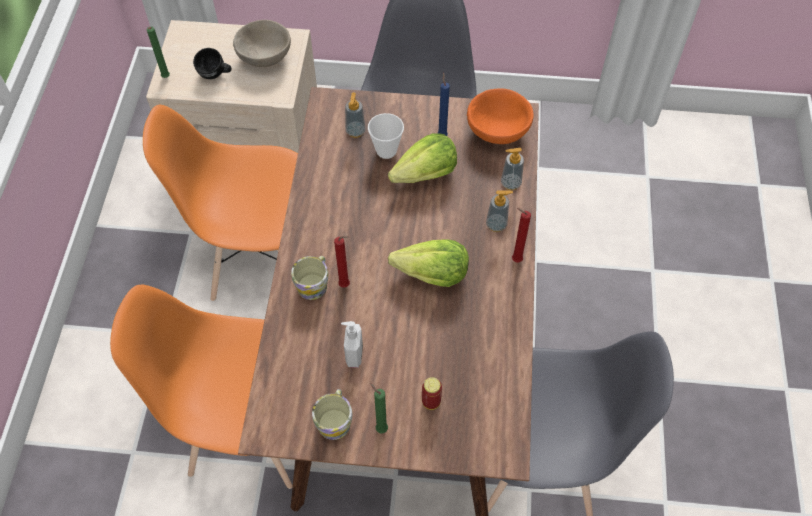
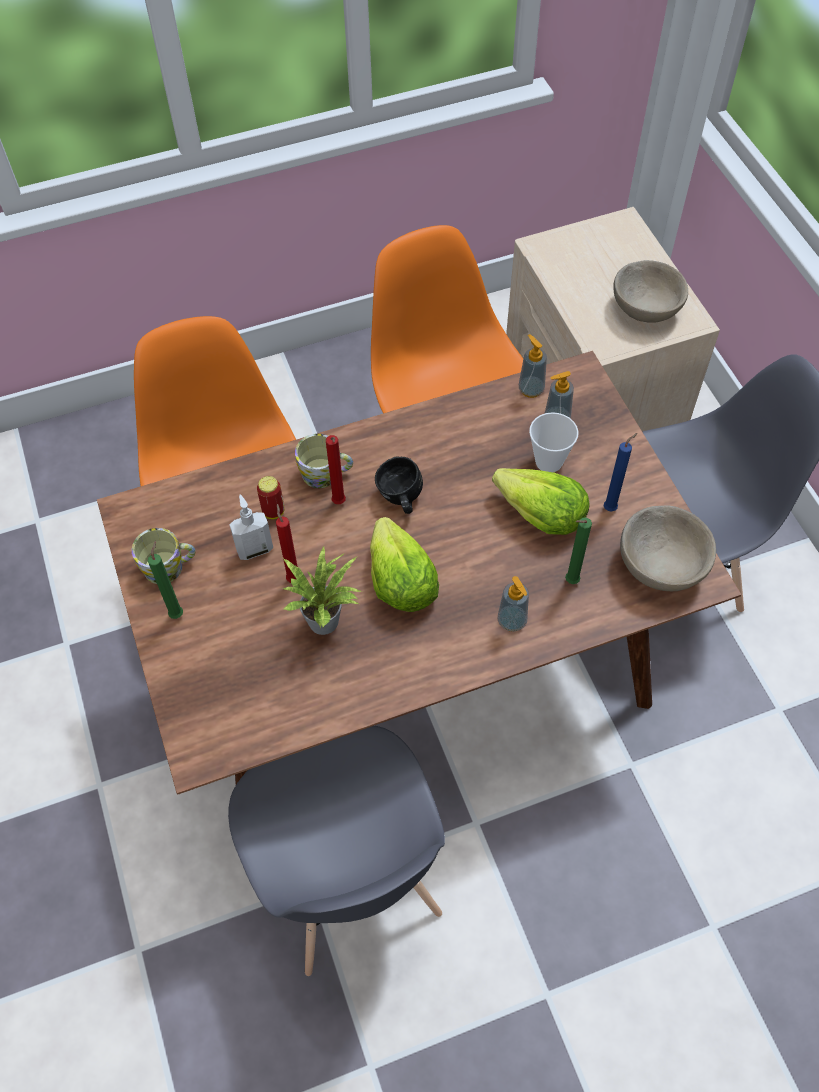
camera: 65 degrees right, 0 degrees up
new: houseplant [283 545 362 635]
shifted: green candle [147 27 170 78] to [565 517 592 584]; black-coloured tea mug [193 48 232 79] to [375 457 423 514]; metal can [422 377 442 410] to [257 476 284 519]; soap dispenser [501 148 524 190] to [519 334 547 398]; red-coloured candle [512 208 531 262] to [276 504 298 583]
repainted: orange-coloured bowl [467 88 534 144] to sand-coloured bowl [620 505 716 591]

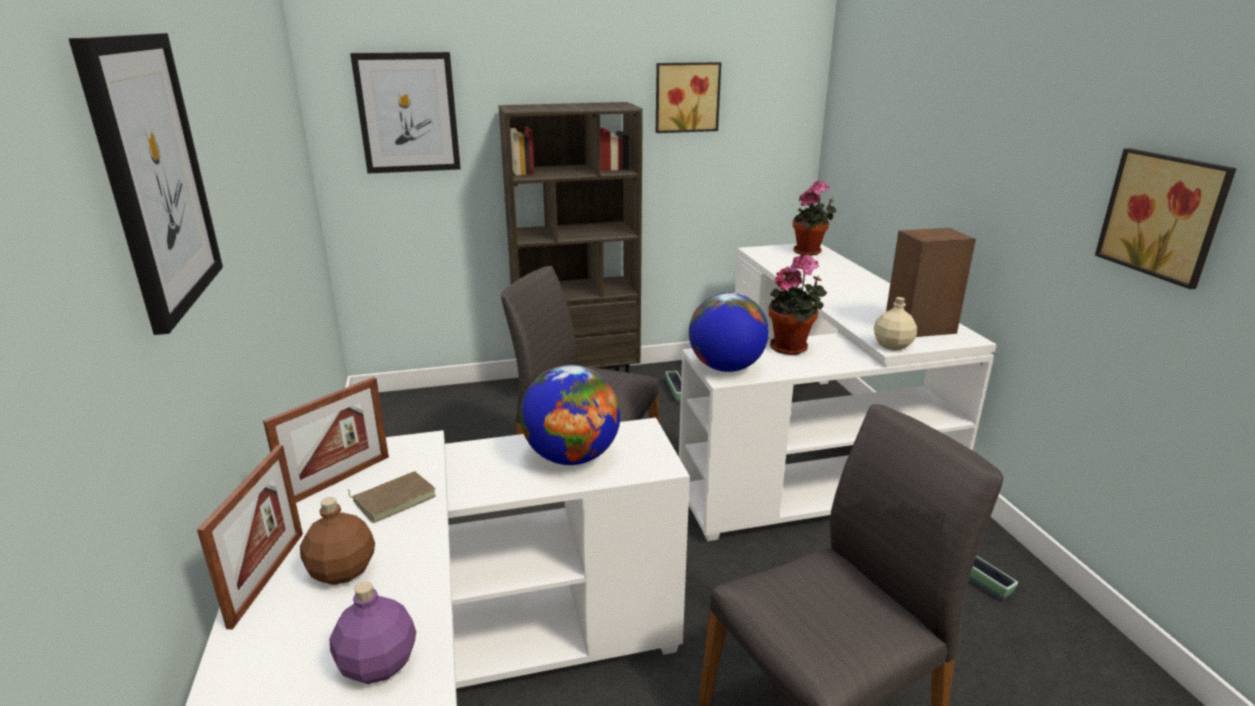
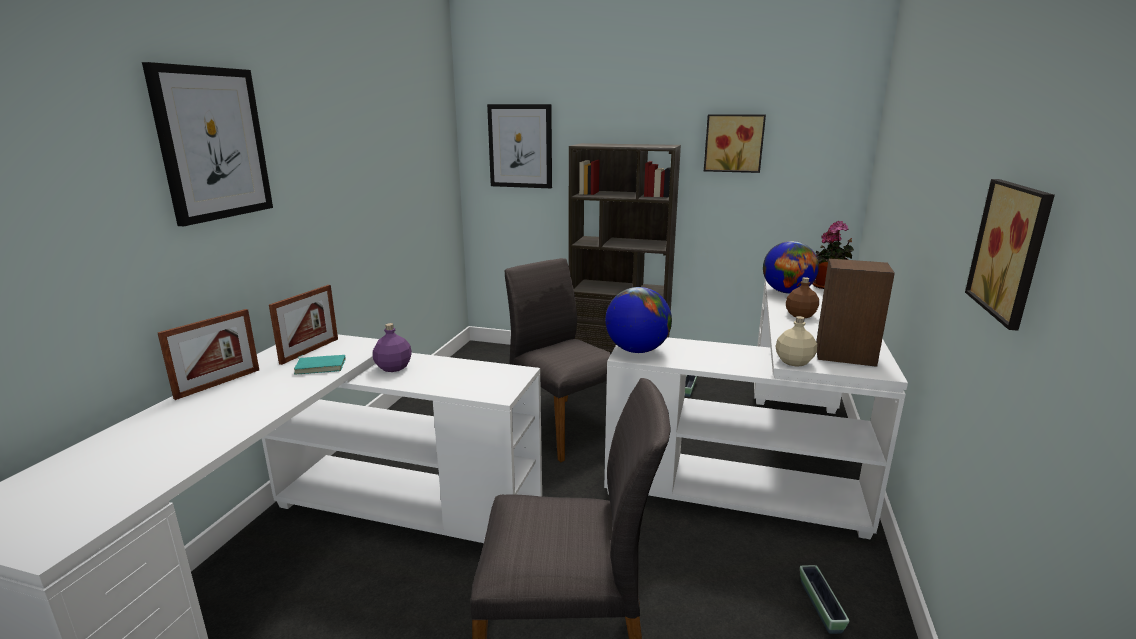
camera: 30 degrees right, 5 degrees down
gone: houseplant [769 254 827 355]
shifted: brown-coloured beverage bottle [300 497 375 585] to [786 277 819 318]; purplish beverage bottle [329 581 416 684] to [373 323 412 372]; globe [520 365 621 465] to [763 241 819 294]
repainted: brown-coloured bound book [348 471 436 523] to turquoise bound book [294 355 346 374]
rotated: picture frame [263 377 389 503] = [269 285 338 365] 45 degrees counterclockwise

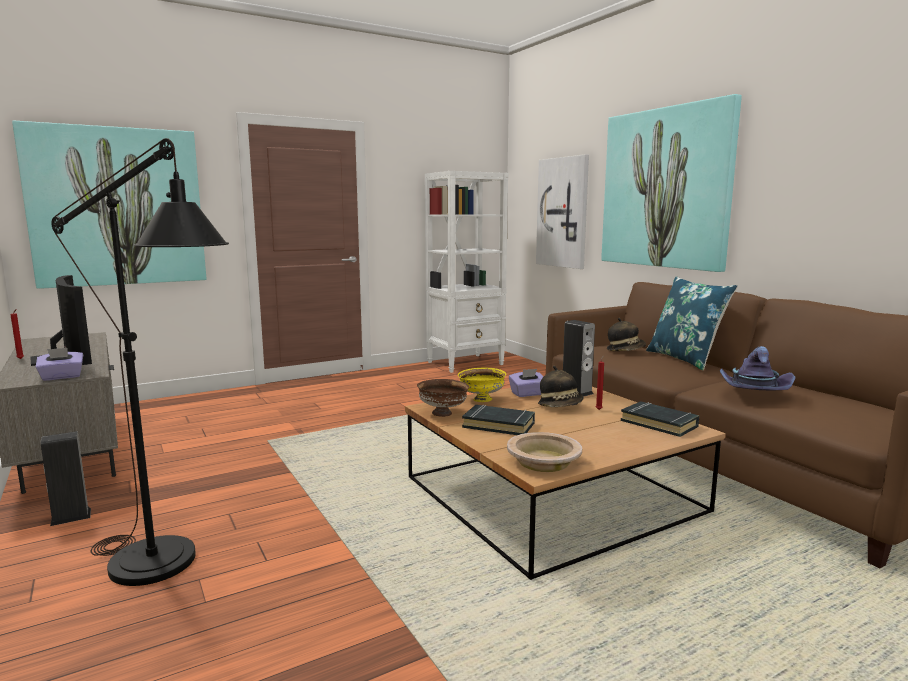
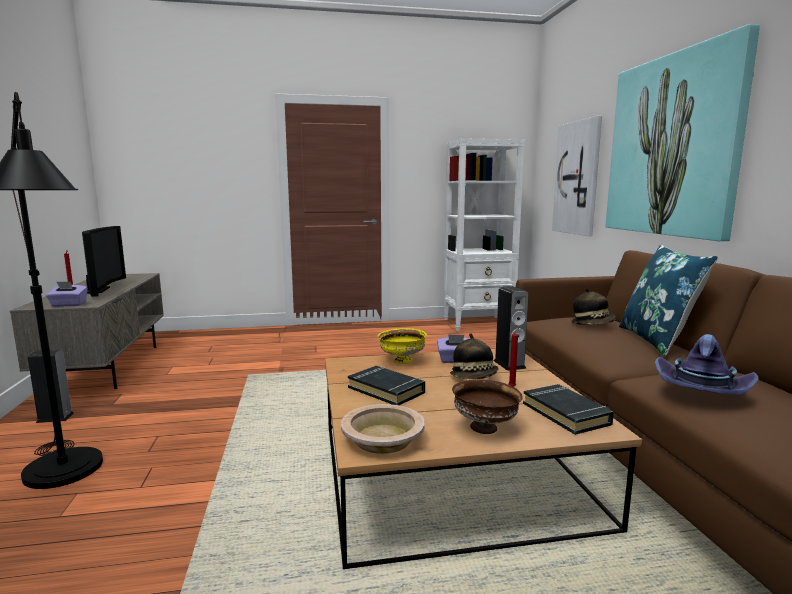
camera: 20 degrees right, 0 degrees up
gone: wall picture [12 121 206 289]
shifted: brown-coloured bowl [417 379 469 417] to [452 379 523 434]

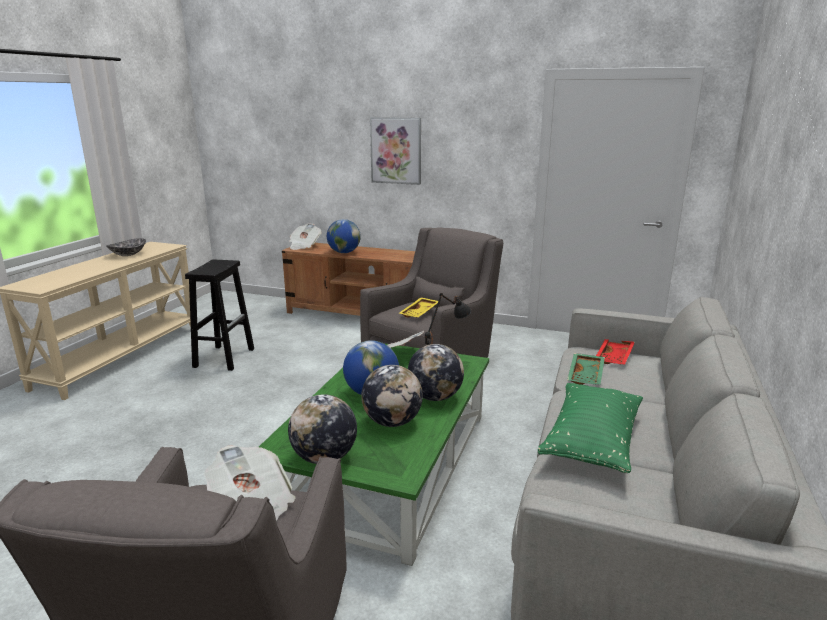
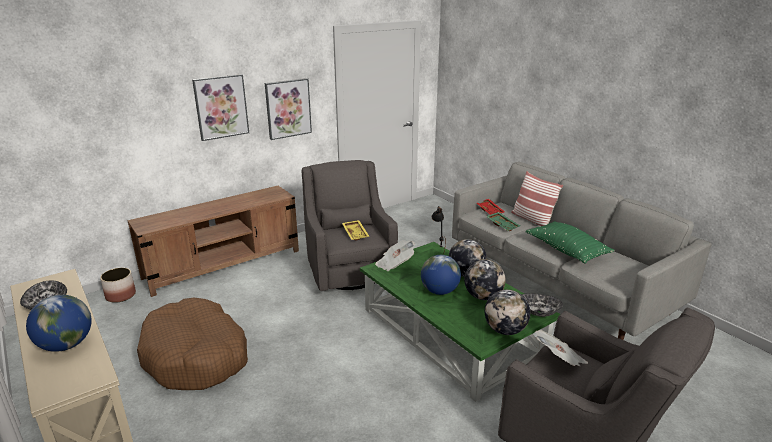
camera: 55 degrees left, 5 degrees up
gone: newspaper [289 223 321 250]
new: flower pot [100 268 136 303]; wall picture [265 78 312 140]; pillow [511 171 563 226]; bowl [522 293 563 317]
shifted: globe [327 219 361 253] to [26 295 92 352]
swapped: black-coloured stool seat [185 259 254 371] to brown-coloured dog bed [137 298 248 390]

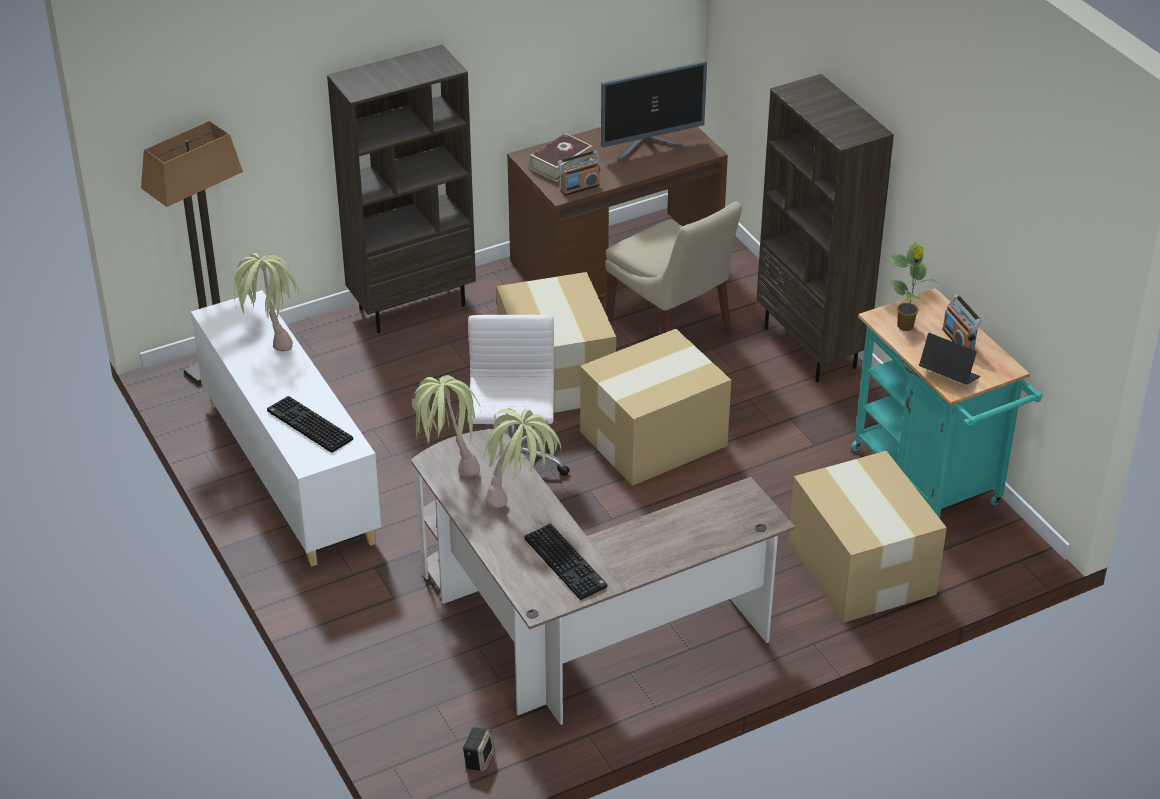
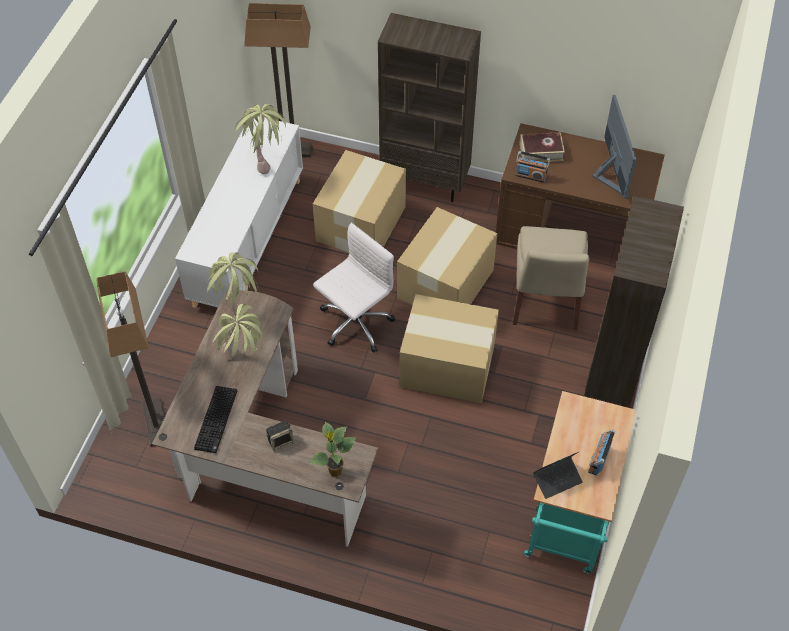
camera: 45 degrees right, 15 degrees up
gone: keyboard [267 396 353 453]
new: standing lamp [96 271 165 447]
shifted: loudspeaker [463 727 495 772] to [266 421 294 451]; cardboard box [788 451 947 623] to [313 150 406 252]; houseplant [888 242 937 331] to [309 422 356 477]
rotated: monitor [601 61 707 162] = [592 95 637 199] 120 degrees counterclockwise; portable computer [919 333 980 385] = [533 452 583 499] 75 degrees clockwise

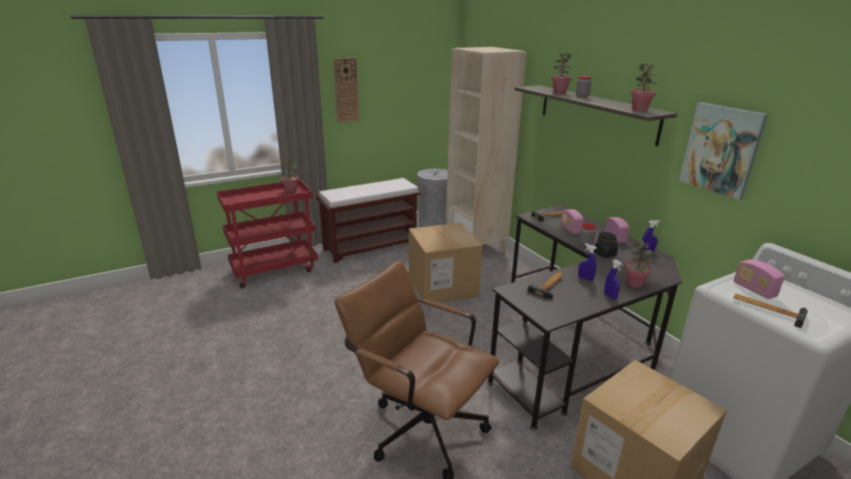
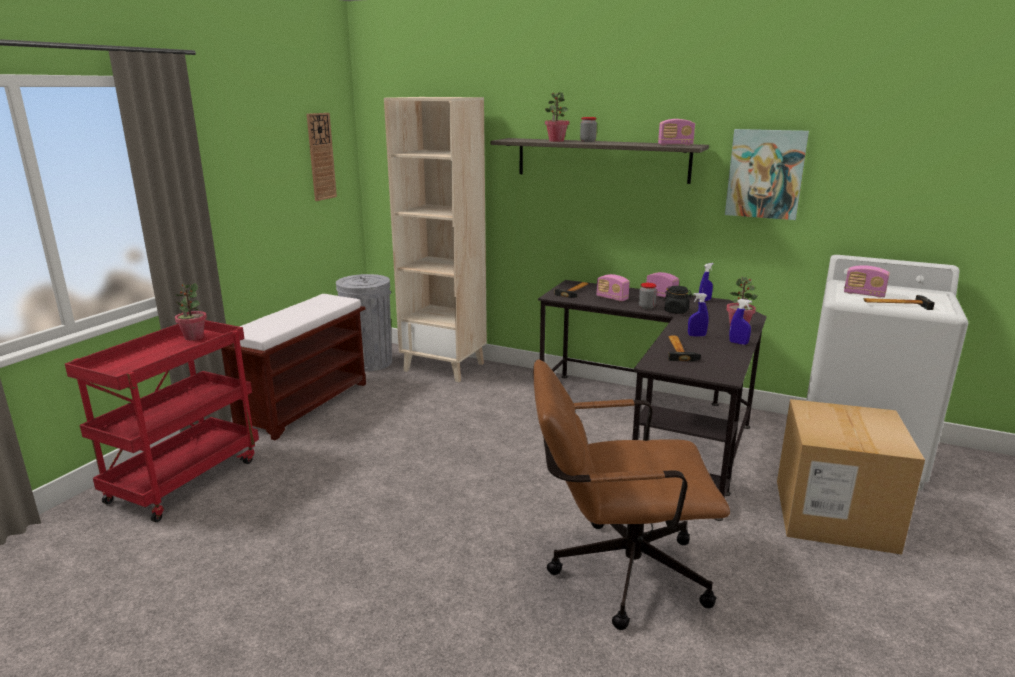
camera: 35 degrees left, 5 degrees down
gone: cardboard box [409 223 482 305]
shifted: clock on the wall [334 58 359 123] to [307 113 337 201]
swapped: houseplant [630 63 657 112] to radio [658 119 695 146]

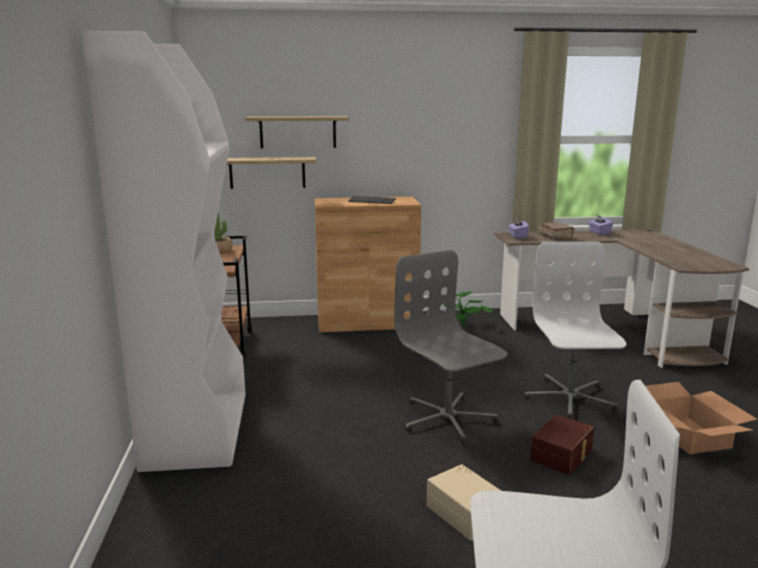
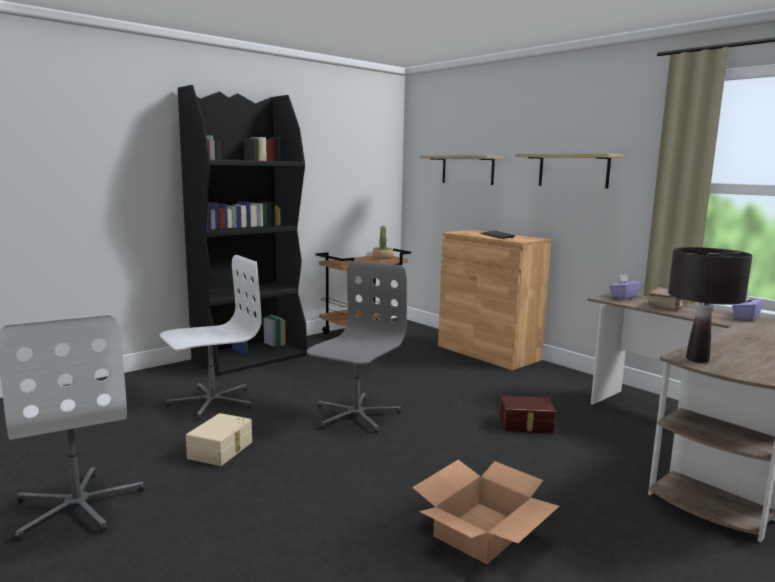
camera: 55 degrees right, 5 degrees down
gone: houseplant [443 291 494 326]
new: black-coloured table lamp [668 247 753 363]
shifted: wall shelf [227 157 316 189] to [515 154 623 189]; whitish office chair [524 242 626 419] to [160 255 262 420]; brown-coloured storage container [530 414 594 475] to [500 396 556 434]
repainted: whitish shelving unit [81 31 246 472] to black-coloured shelving unit [178 85 307 376]

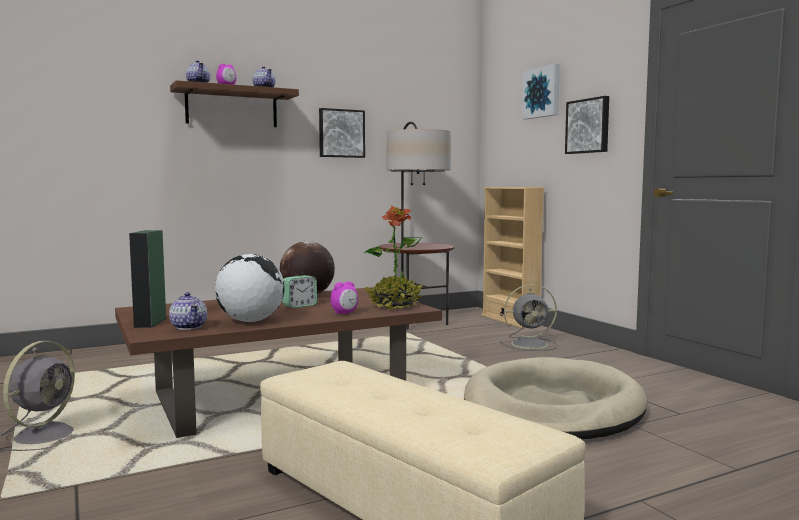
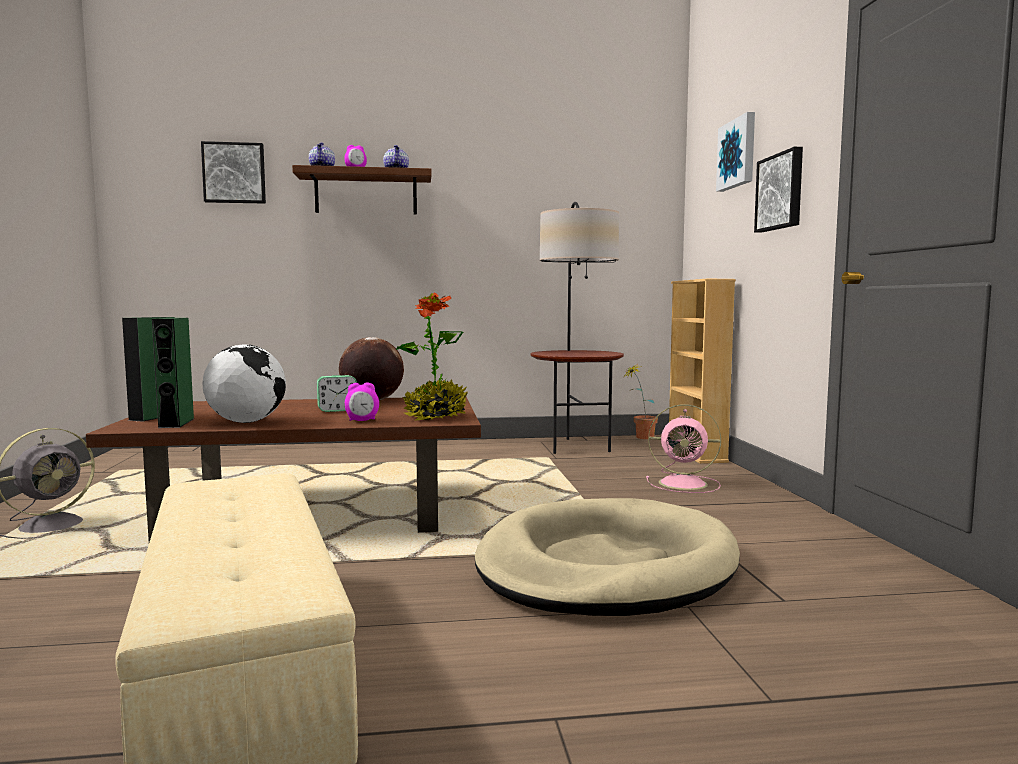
camera: 20 degrees right, 0 degrees up
new: houseplant [623 365 658 439]
shifted: wall picture [319 108 365 158] to [201 141 266 204]
swapped: tea pot [169 292 207 330] to green loudspeaker [152 318 194 428]
repainted: grey fan [500 284 558 351] to pinkish fan [646 404 721 493]

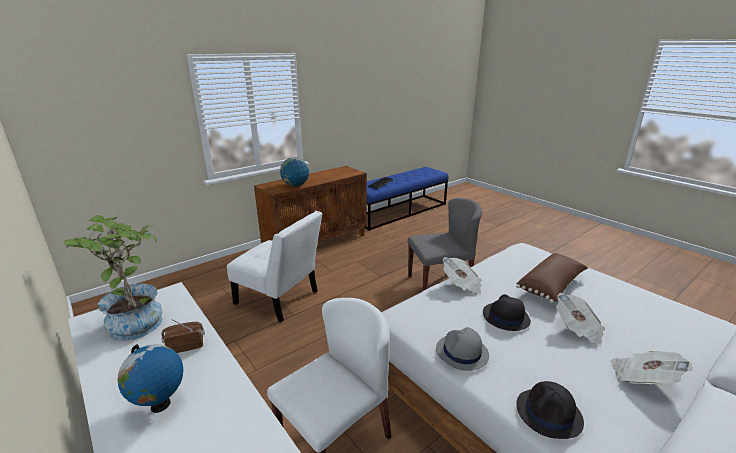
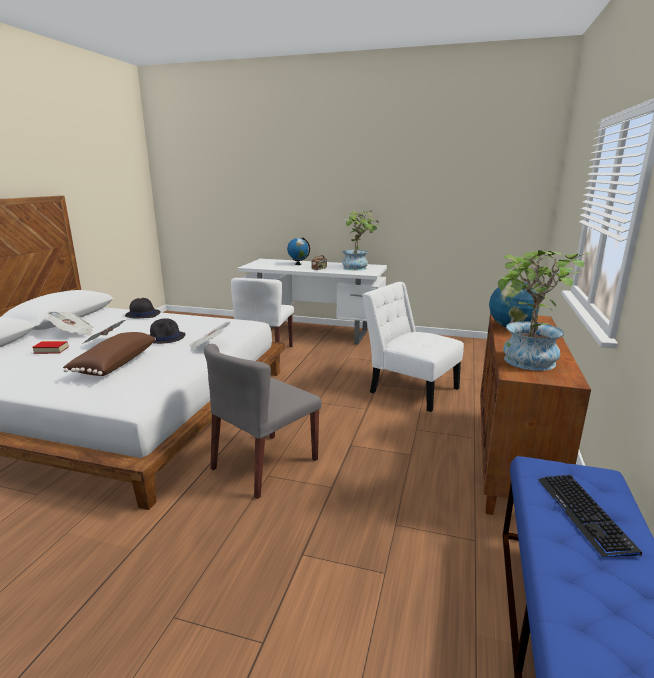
camera: 145 degrees right, 5 degrees down
gone: grey wearable hat [436 327 489 371]
new: bound book [32 341 68 354]; houseplant [498 250 591 371]
rotated: whitish chair [227 211 322 322] = [363 282 464 412] 45 degrees clockwise

